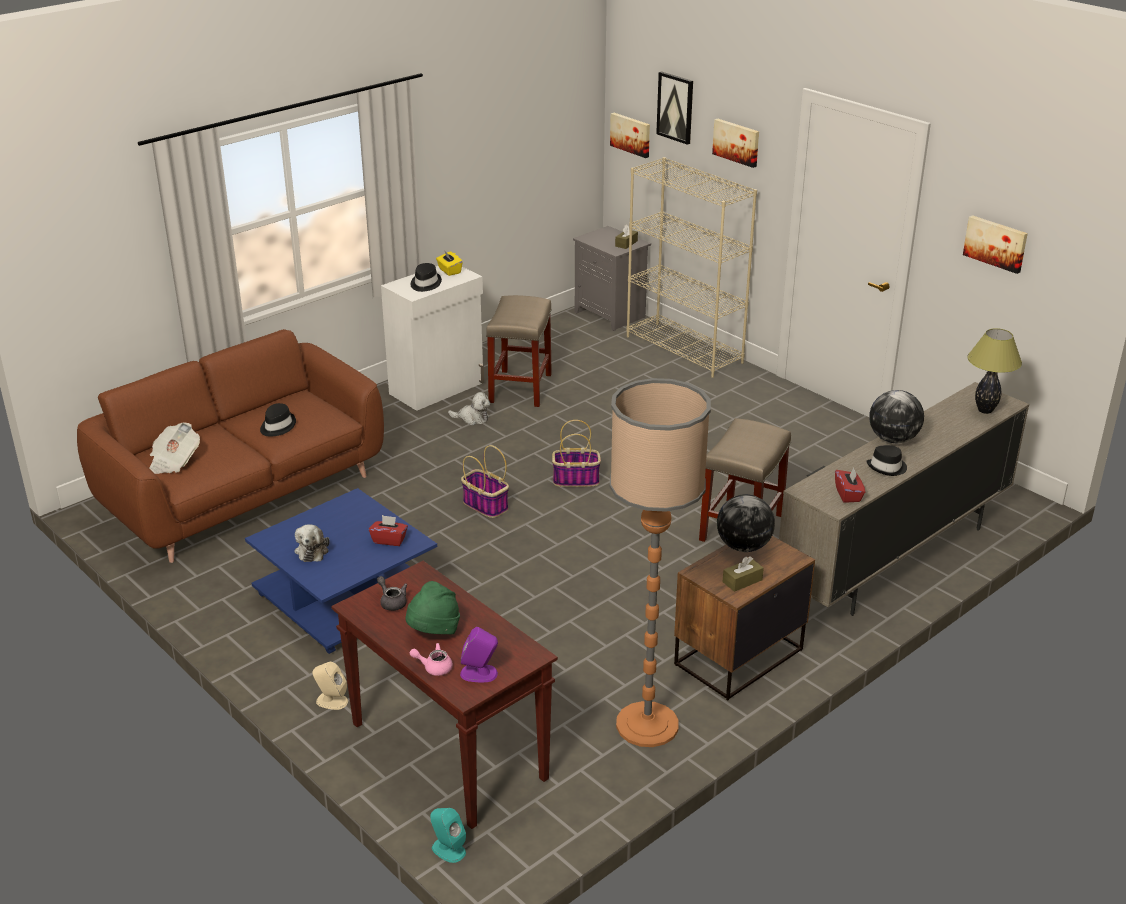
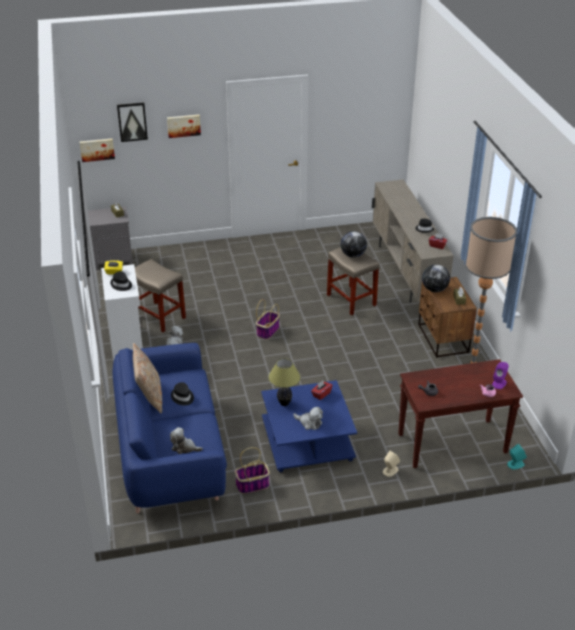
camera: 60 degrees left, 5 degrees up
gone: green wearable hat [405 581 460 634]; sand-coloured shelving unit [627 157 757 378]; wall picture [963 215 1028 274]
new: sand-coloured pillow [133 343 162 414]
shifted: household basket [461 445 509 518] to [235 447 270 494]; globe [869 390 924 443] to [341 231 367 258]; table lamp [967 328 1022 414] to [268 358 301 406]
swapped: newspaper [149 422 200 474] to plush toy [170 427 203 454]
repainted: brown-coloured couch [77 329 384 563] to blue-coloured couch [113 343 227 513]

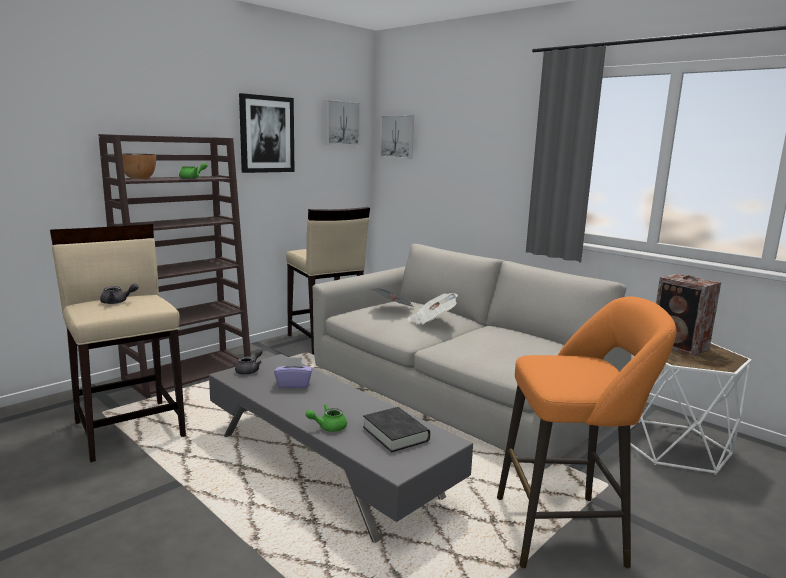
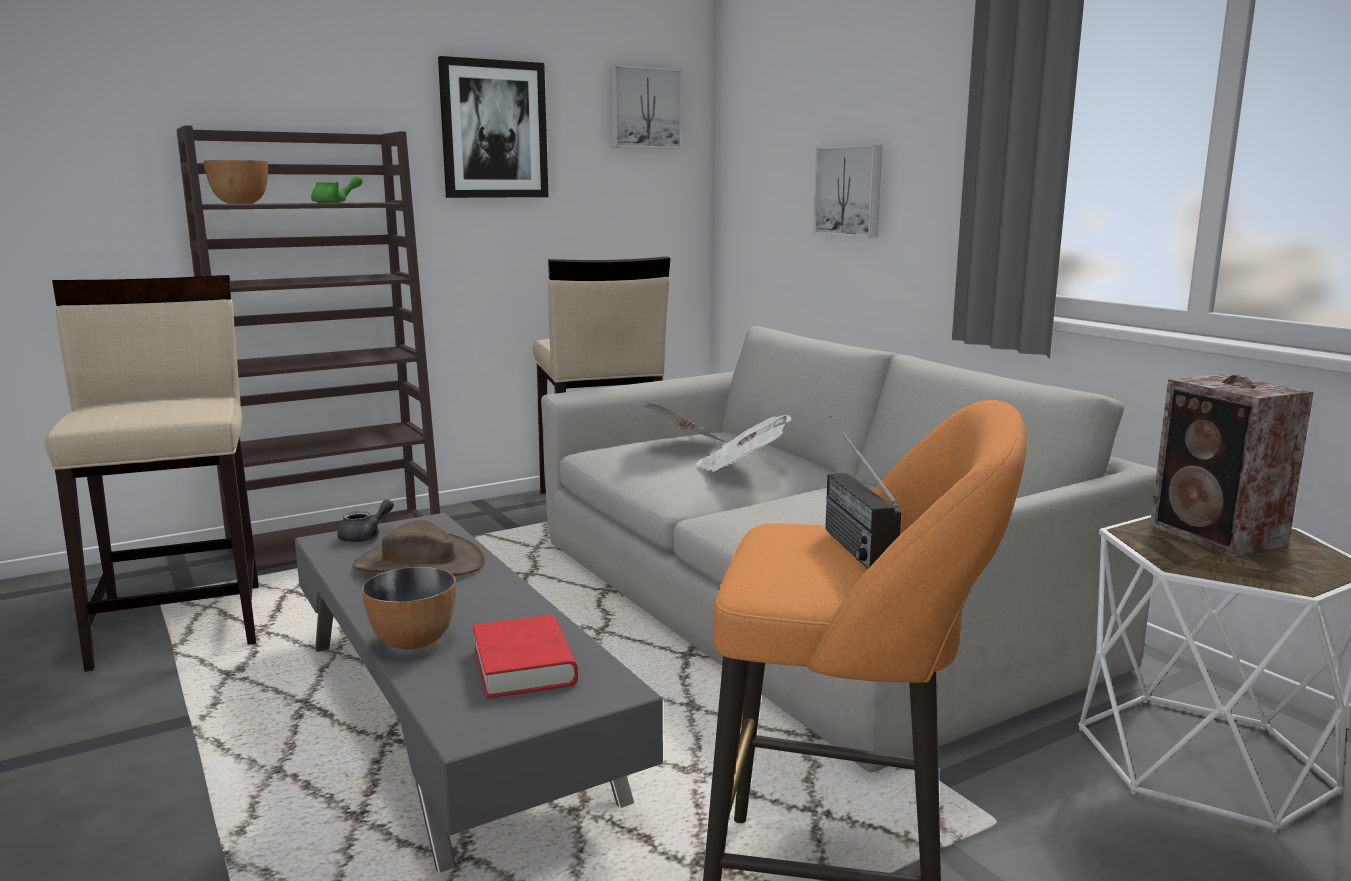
camera: 15 degrees right, 0 degrees up
gone: grey tea pot [100 283 139 304]
new: radio [825 415 901 569]
shifted: wall picture [380 115 414 158] to [813 145 882 237]
swapped: purplish box of tissues [274 357 313 388] to brown-coloured wearable hat [352 520 484 576]; green tea pot [305 404 347 432] to bowl [362 567 456 650]
repainted: black-coloured bound book [363 407 430 452] to red-coloured bound book [473 615 578 698]

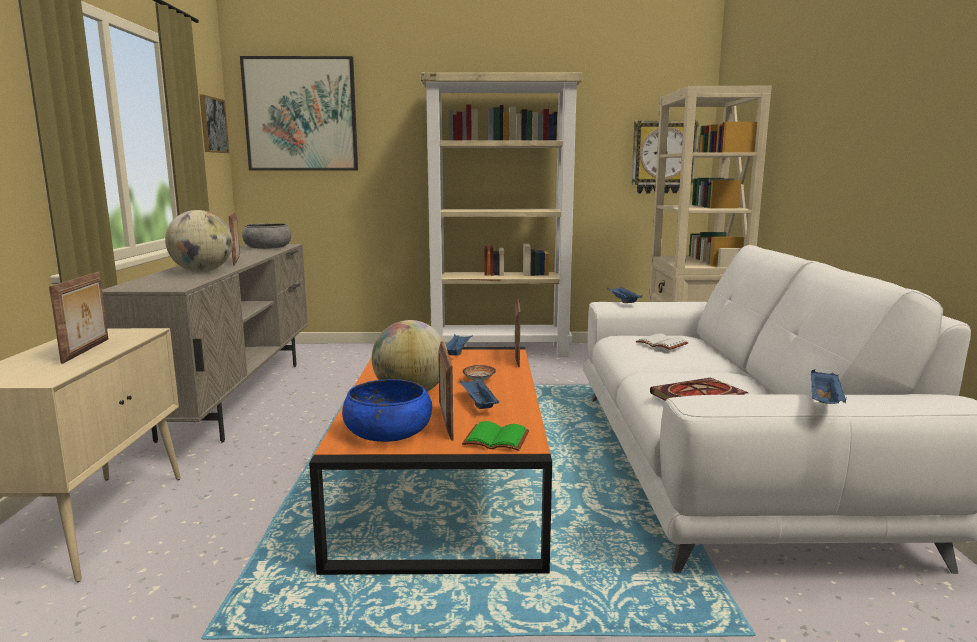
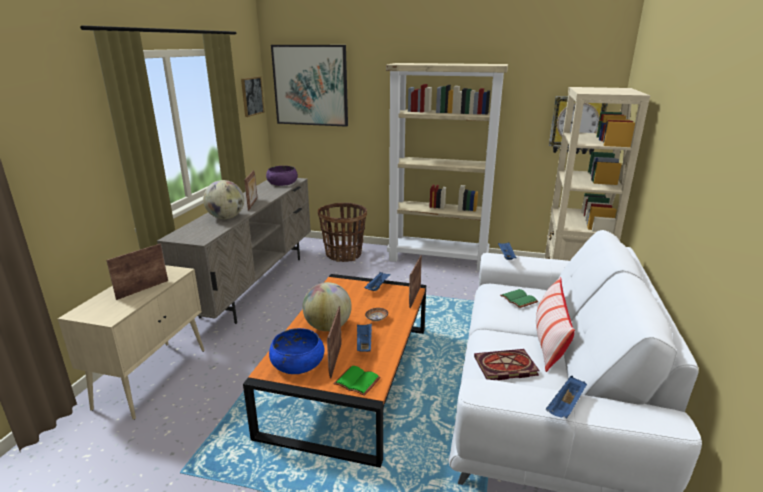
camera: 15 degrees right, 10 degrees up
new: household basket [318 203 367 262]; pillow [536 277 575 372]
repainted: grey bowl [242 223 291 249] to purplish bowl [266 166 298 186]; whitish bound book [636 334 689 350] to green bound book [500 289 539 308]
rotated: picture frame [49 272 108 364] = [106 243 168 300] 150 degrees counterclockwise

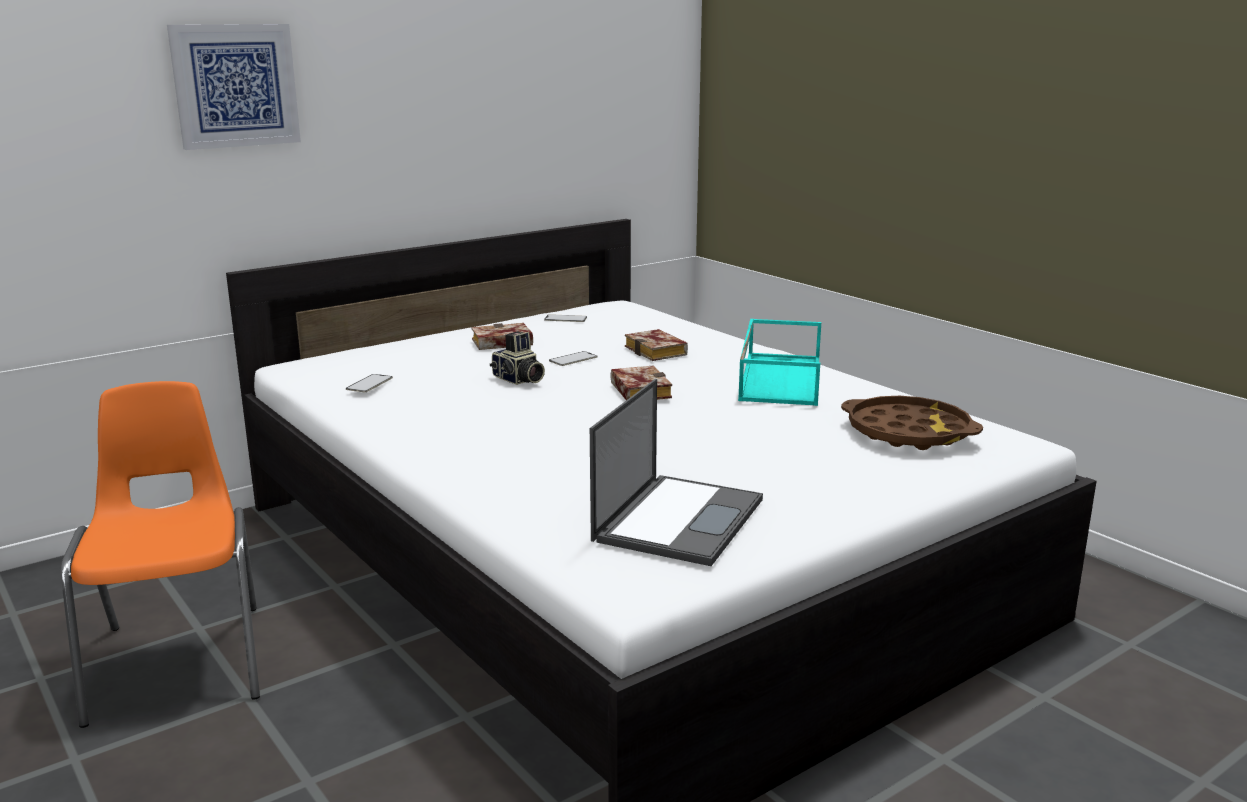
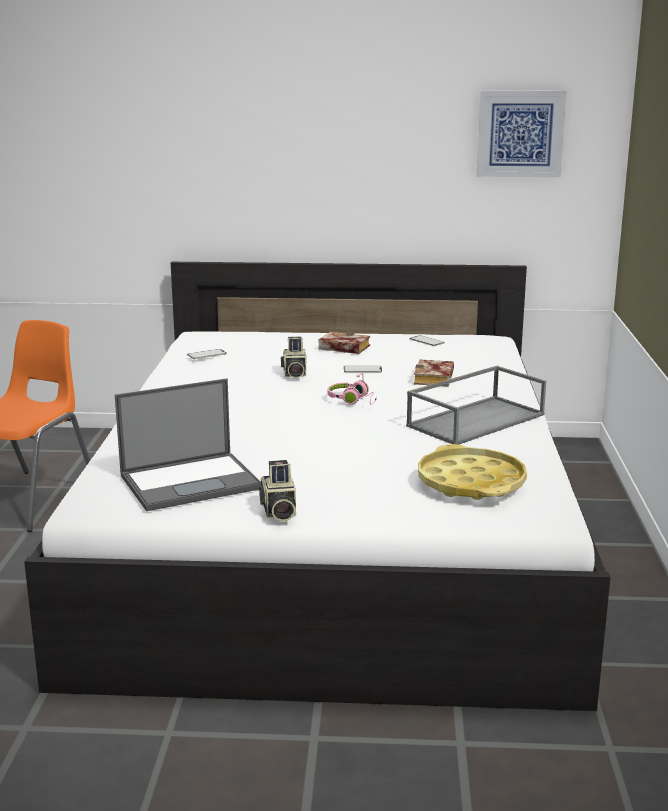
camera: 40 degrees right, 0 degrees up
new: still camera [259 460 296 522]
shifted: wall picture [167 24 301 150] to [477 90 566 177]
swapped: bound book [611 366 672 400] to pinkish headphones [327 373 377 405]
repainted: turquoise serving tray [738 319 821 406] to grey serving tray [406 366 546 444]; brown-coloured serving tray [841 396 983 450] to yellow-coloured serving tray [418 444 527 500]

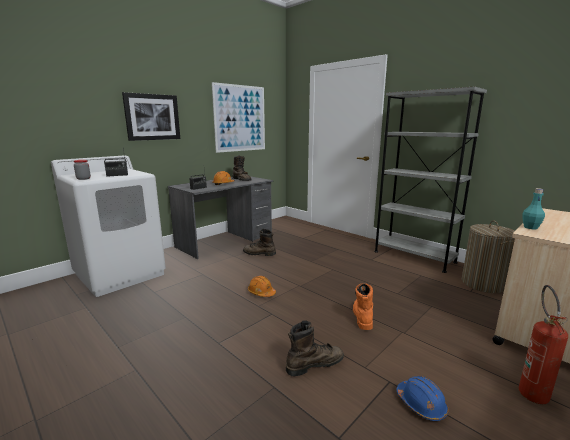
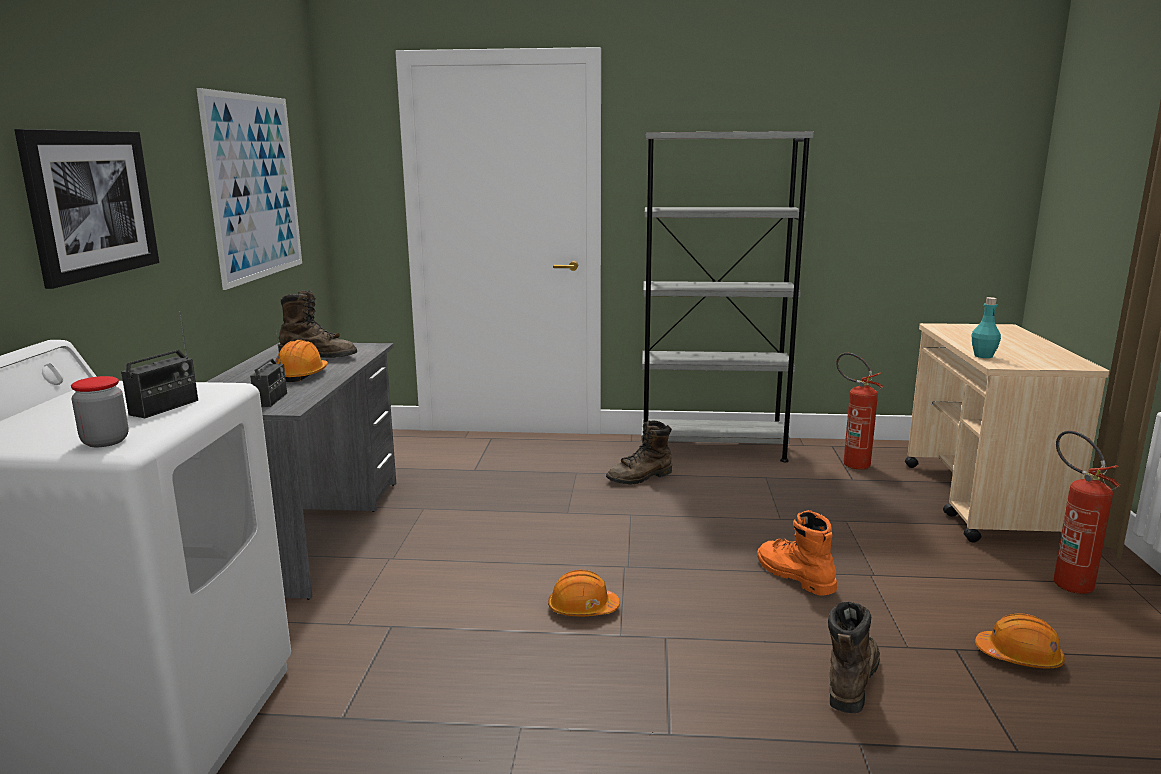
camera: 40 degrees left, 0 degrees up
shifted: brown-coloured high-top boot [243 229 276 256] to [606 421 672 485]
swapped: washing basket [462 220 515 293] to extinguisher [836 353 883 469]
repainted: blue-coloured safety helmet [396 376 449 421] to orange-coloured safety helmet [975 613 1065 668]

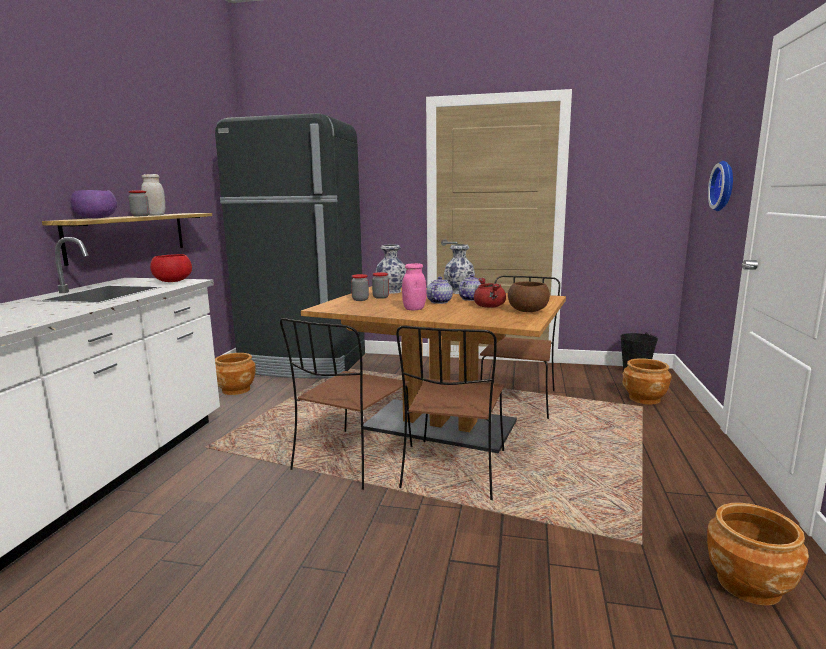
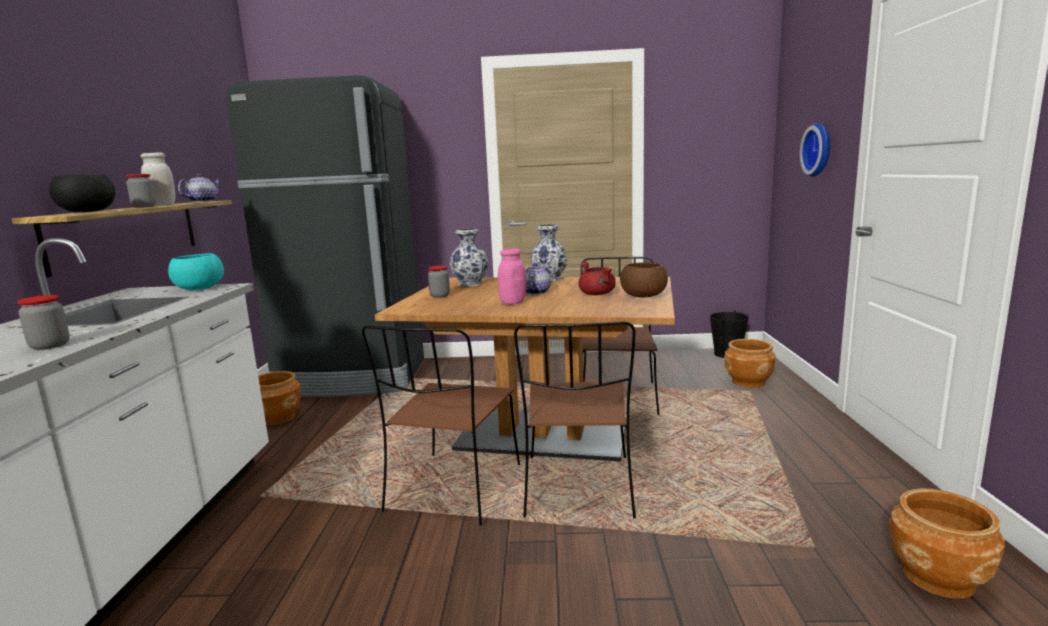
camera: 10 degrees left, 0 degrees up
shifted: storage jar [372 272 389 299] to [17 295 70 350]; tea pot [459 274 481 301] to [178 174 221 202]
repainted: purplish bowl [70 190 117 218] to black-coloured bowl [49 174 115 212]; red-coloured bowl [150 254 192 282] to turquoise bowl [168 253 224 290]

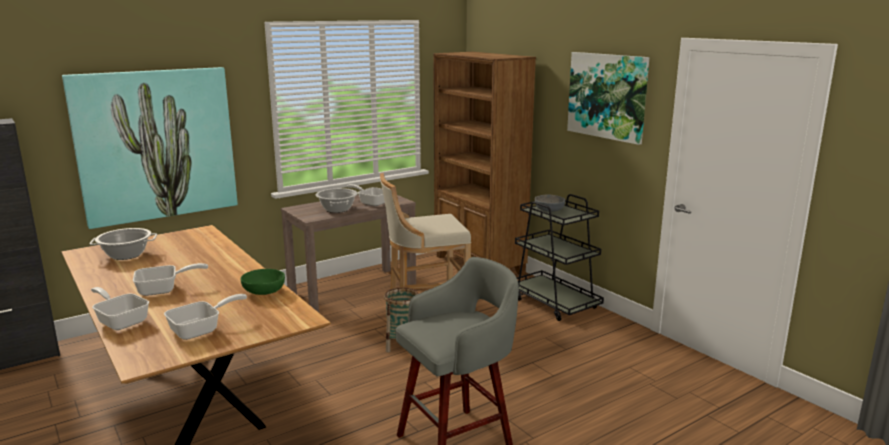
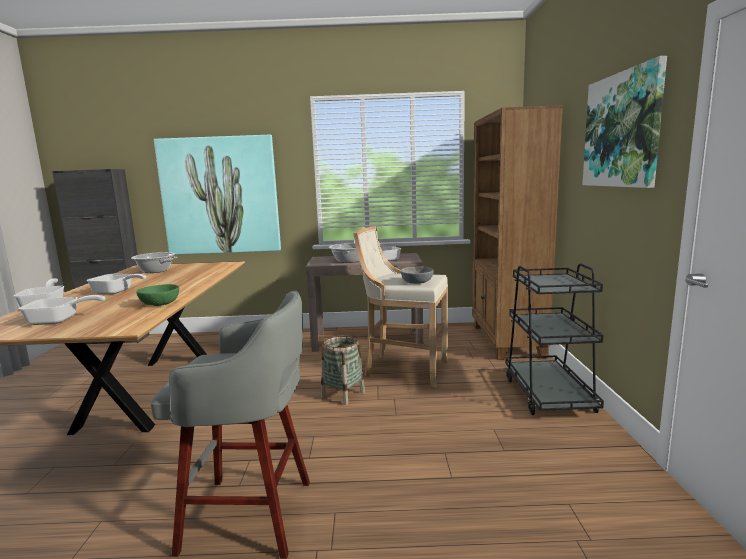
camera: 35 degrees right, 5 degrees down
shifted: grey bowl [535 195 565 212] to [401 266 434 284]

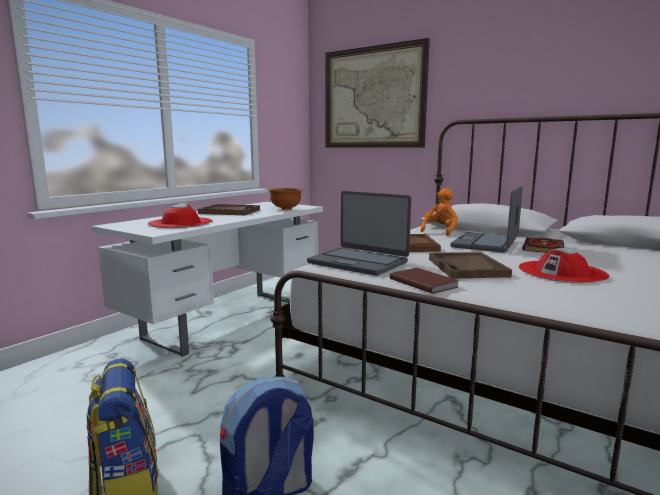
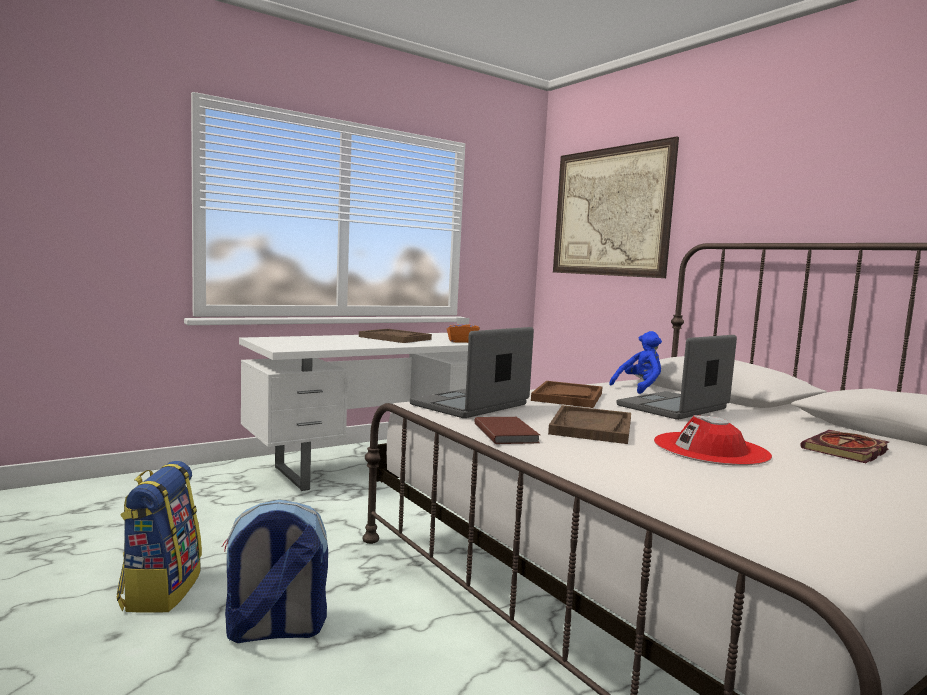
camera: 20 degrees right, 5 degrees down
gone: red-coloured wearable hat [148 203 213 228]
shifted: bound book [522 237 564 253] to [800 430 889 463]
swapped: brown-coloured bowl [269 188 302 210] to orange-coloured box of tissues [447 317 480 343]
repainted: orange-coloured plush toy [420 188 458 236] to blue-coloured plush toy [609 331 662 394]
rotated: portable computer [307 191 411 276] = [410 327 534 418] 75 degrees clockwise

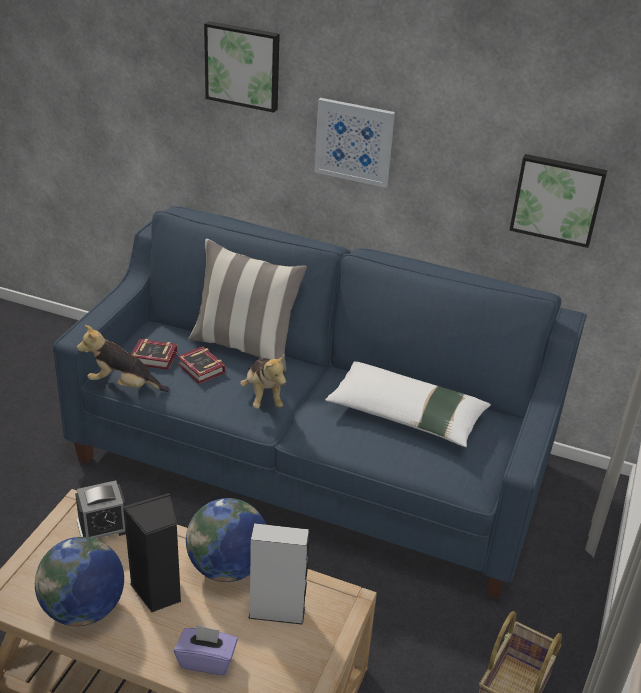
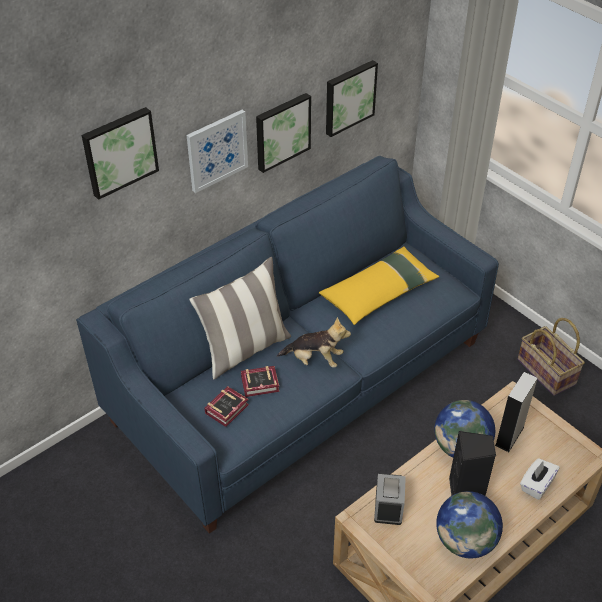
camera: 60 degrees left, 10 degrees up
gone: plush toy [77 325 170 392]
new: wall picture [256 93 311 173]
repainted: purplish box of tissues [174 625 238 676] to whitish box of tissues [520 458 560 500]; whitish pillow [325 361 491 447] to yellow-coloured pillow [319 246 439 325]

